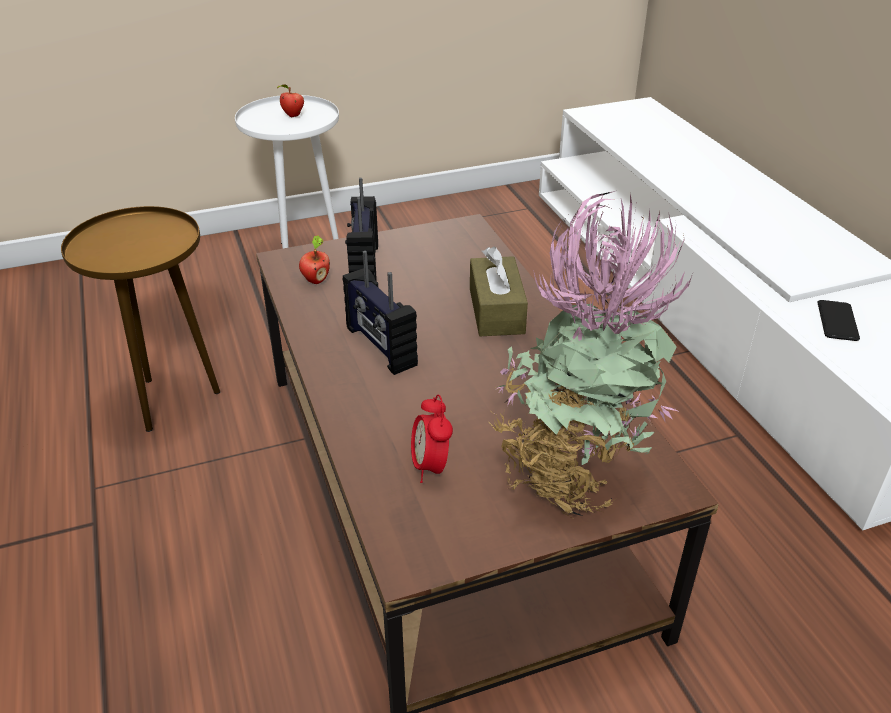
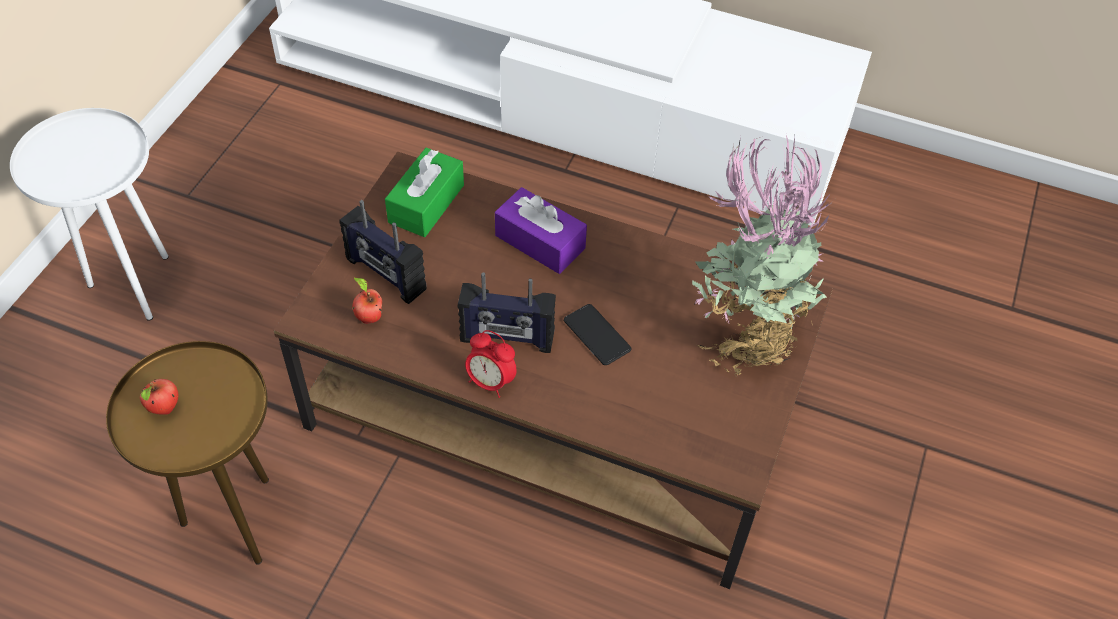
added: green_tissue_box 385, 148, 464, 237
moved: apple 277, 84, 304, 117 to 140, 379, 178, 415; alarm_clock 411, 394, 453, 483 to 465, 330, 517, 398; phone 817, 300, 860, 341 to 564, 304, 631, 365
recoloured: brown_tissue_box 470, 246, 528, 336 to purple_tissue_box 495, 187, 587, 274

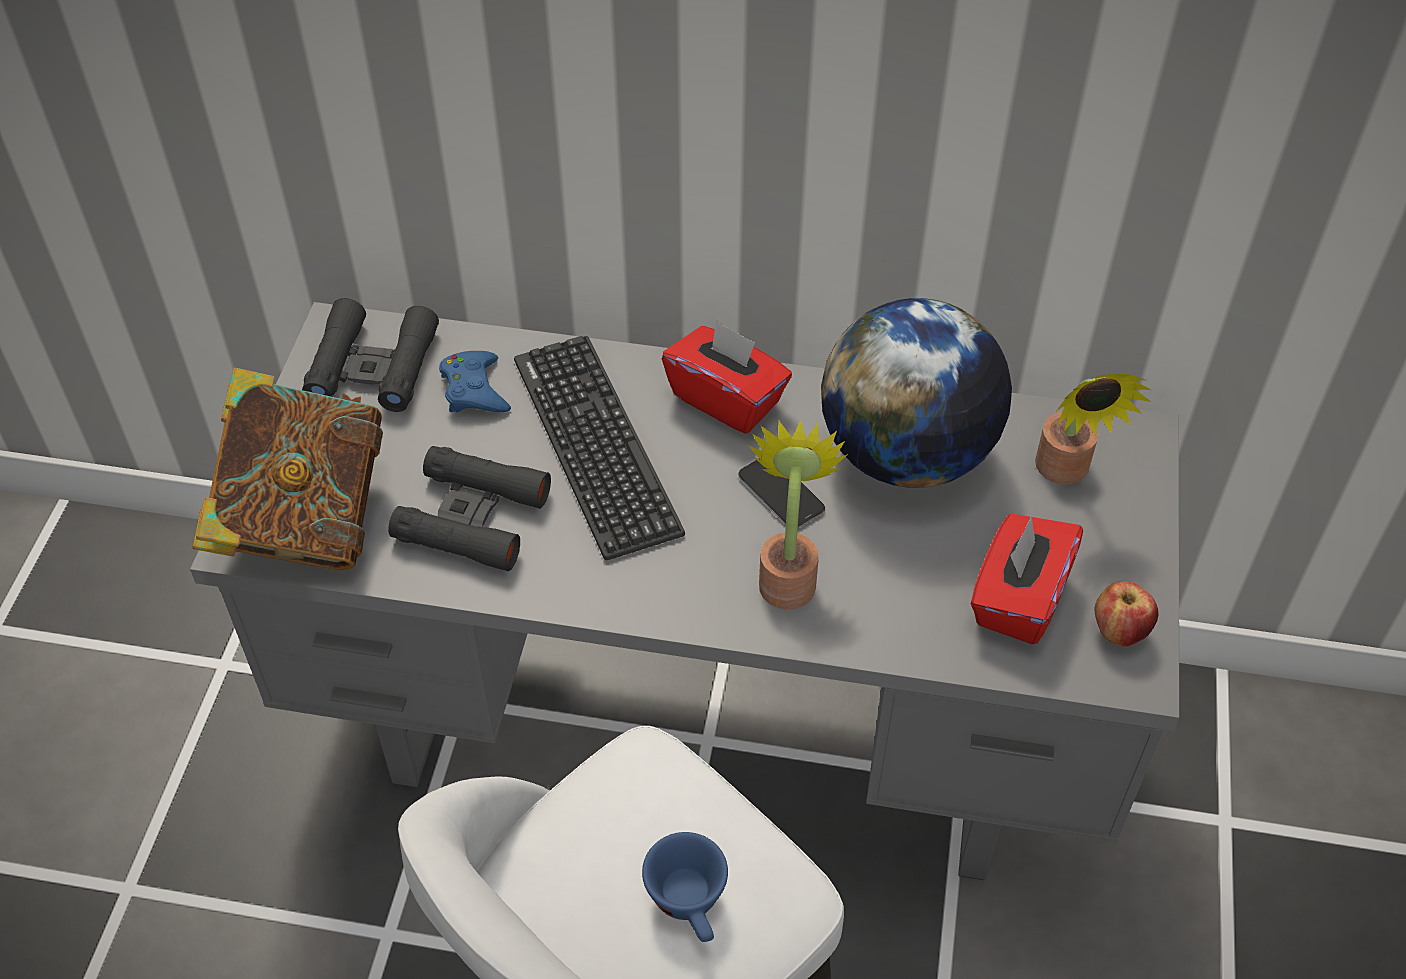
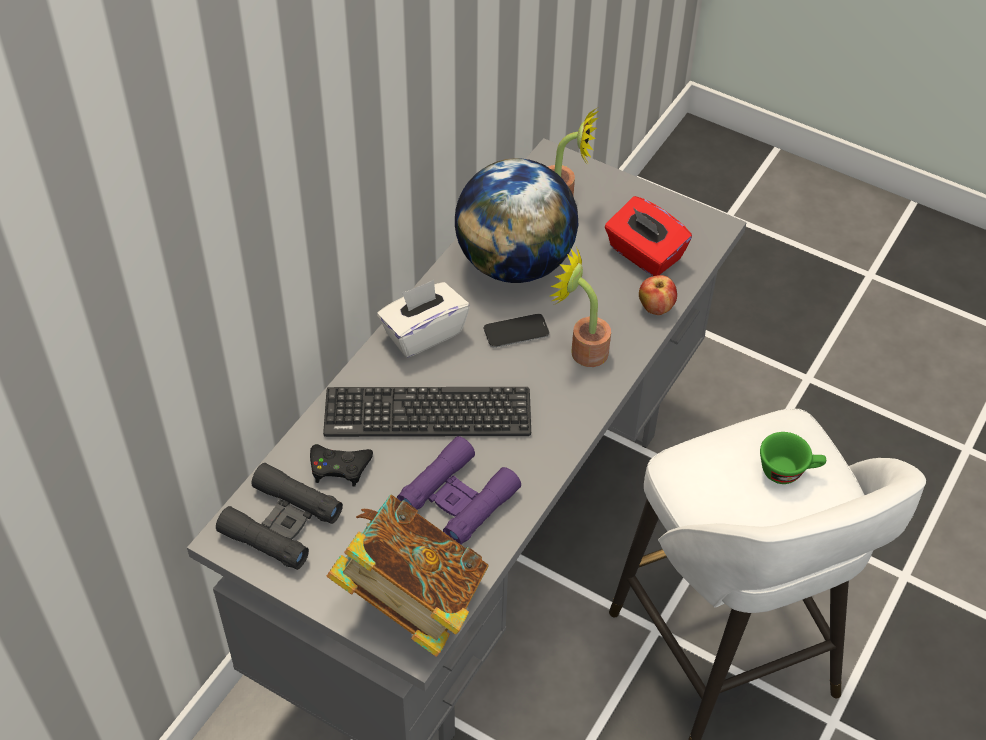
moved: apple 1095, 581, 1158, 647 to 639, 275, 677, 315
recoloured: blue_game_controller 439, 351, 511, 412 to black_game_controller 310, 444, 373, 487; red_tissue_box 662, 320, 792, 434 to white_tissue_box 377, 280, 469, 357; black_binoculars 388, 446, 551, 572 to purple_binoculars 397, 436, 521, 545; blue_cup 642, 832, 728, 942 to green_cup 760, 432, 826, 484

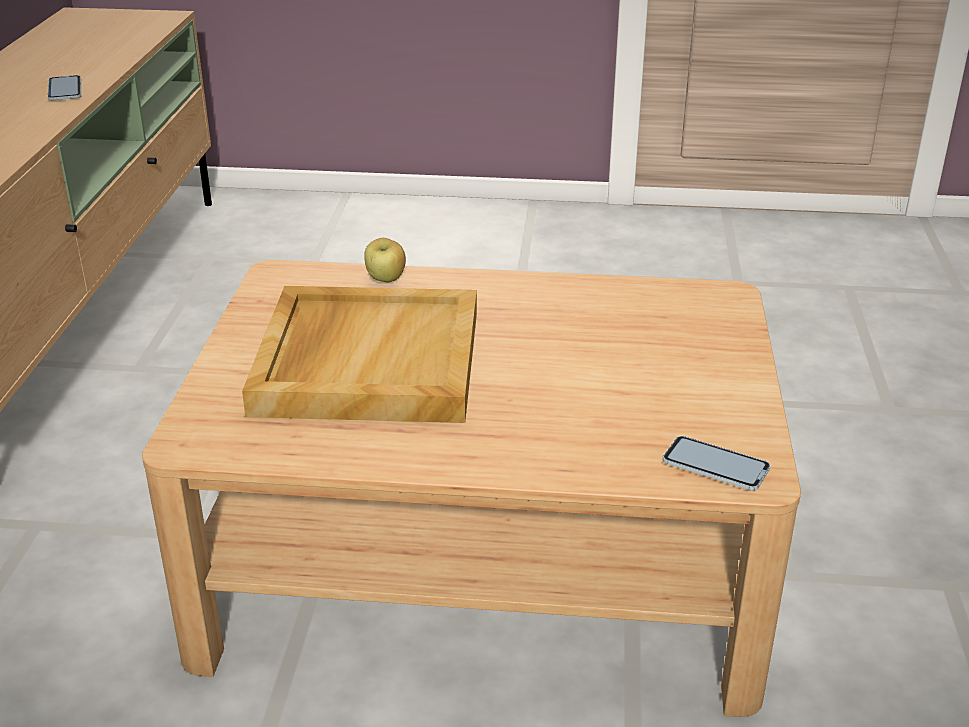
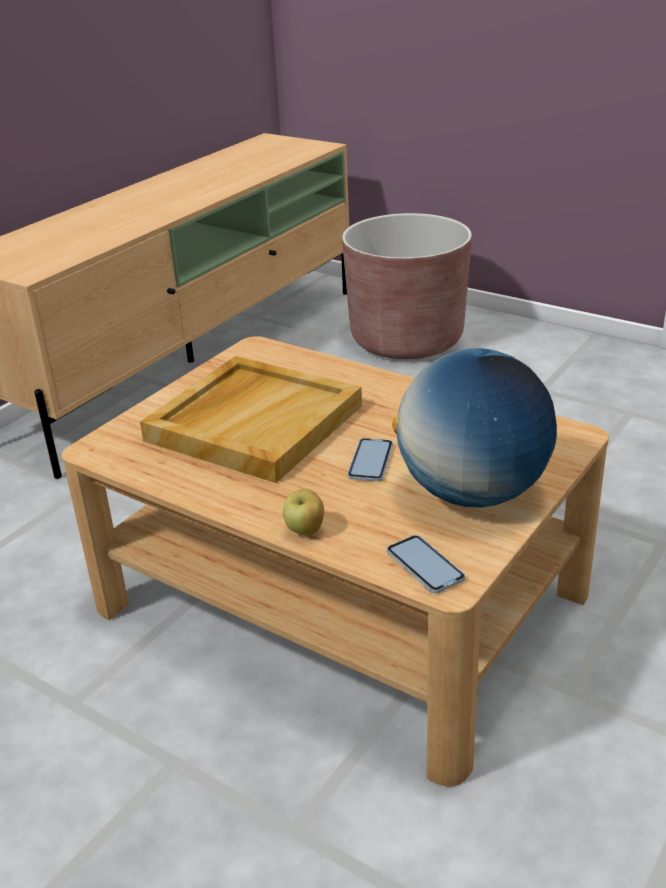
added: brown_planter 342, 213, 472, 359; globe 392, 348, 557, 508
moved: apple 364, 238, 406, 283 to 283, 489, 324, 535; phone 48, 75, 81, 100 to 348, 438, 393, 481

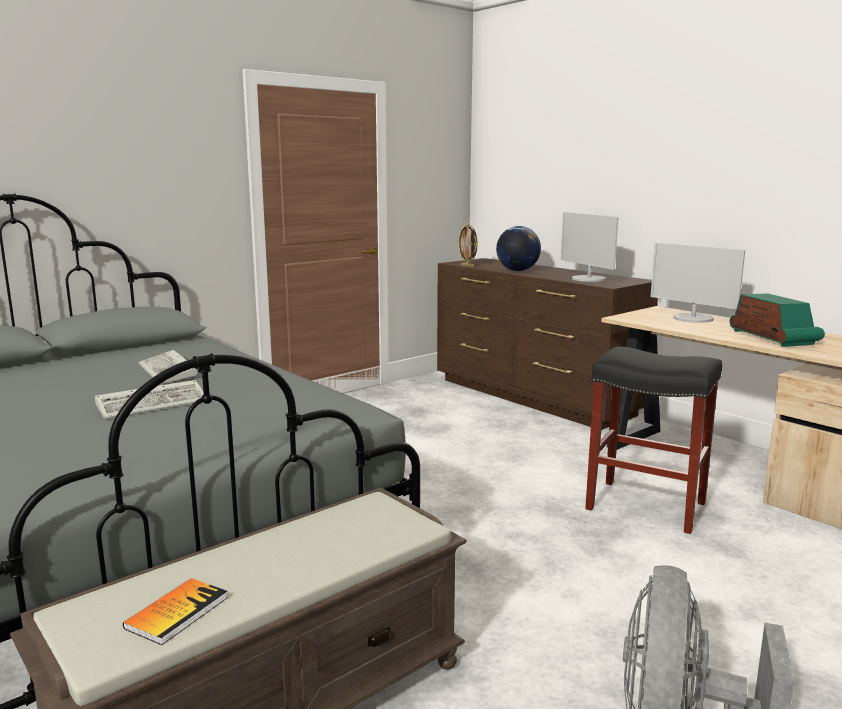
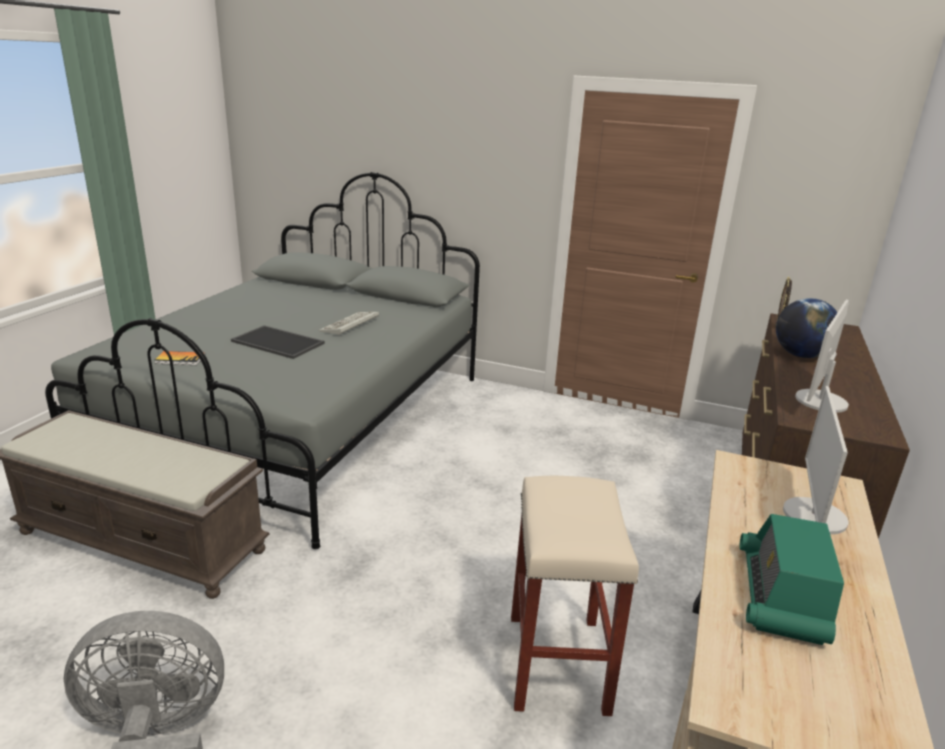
moved: book 123, 578, 228, 645 to 154, 351, 205, 365
replaced: keyboard 95, 380, 204, 419 to tray 231, 325, 325, 359
recoloured: black_stool 585, 347, 722, 534 to beige_stool 511, 476, 639, 716
turned: radio 730, 294, 825, 347 = 740, 514, 844, 645 150 degrees clockwise

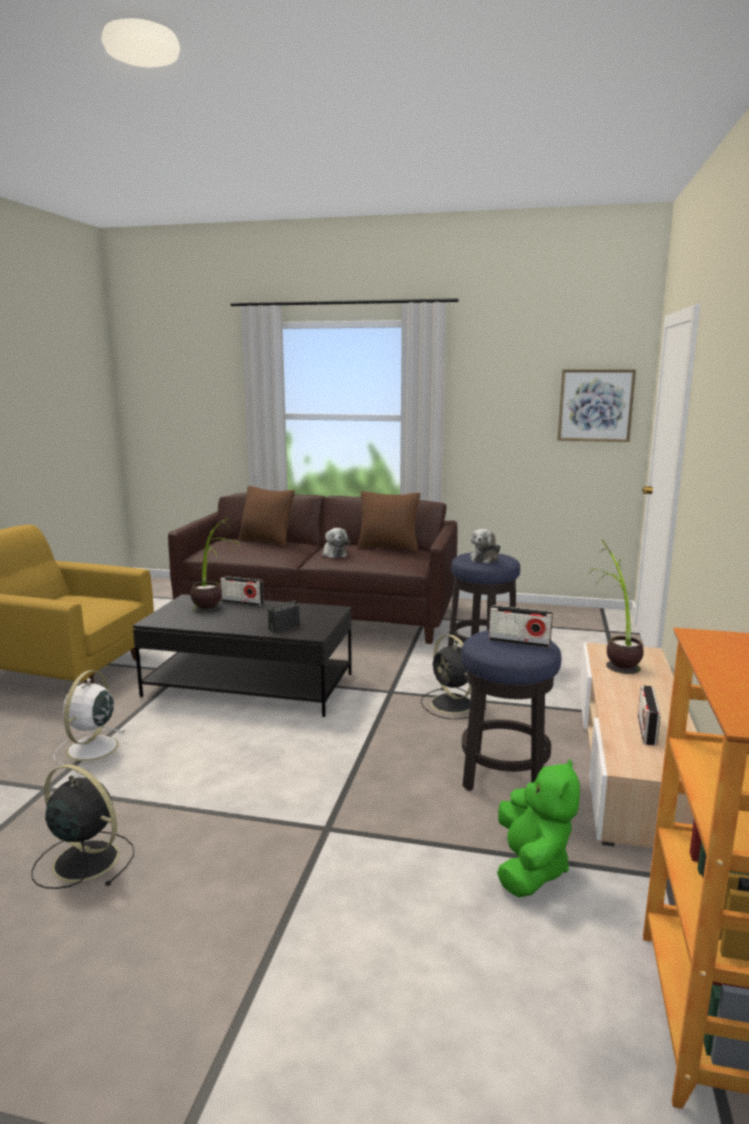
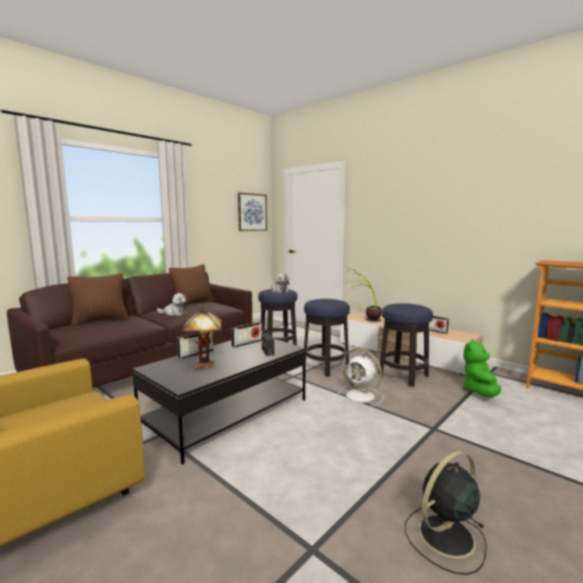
moved: radio 489, 605, 553, 648 to 231, 322, 262, 347; white_fan 53, 670, 127, 768 to 338, 348, 384, 407
replaced: potted_plant 190, 517, 242, 613 to table_lamp 182, 307, 222, 369; black_fan 421, 635, 486, 719 to stool 304, 299, 350, 377
turned: green_plush_toy 497, 758, 580, 897 = 463, 339, 501, 398 105 degrees counterclockwise

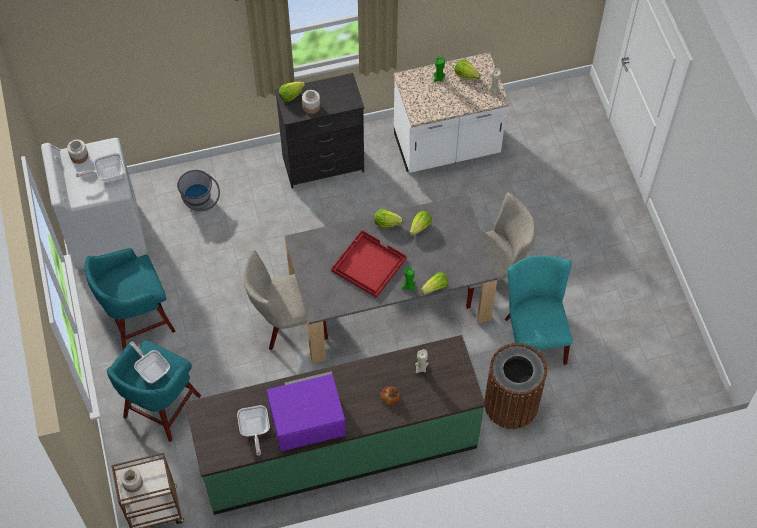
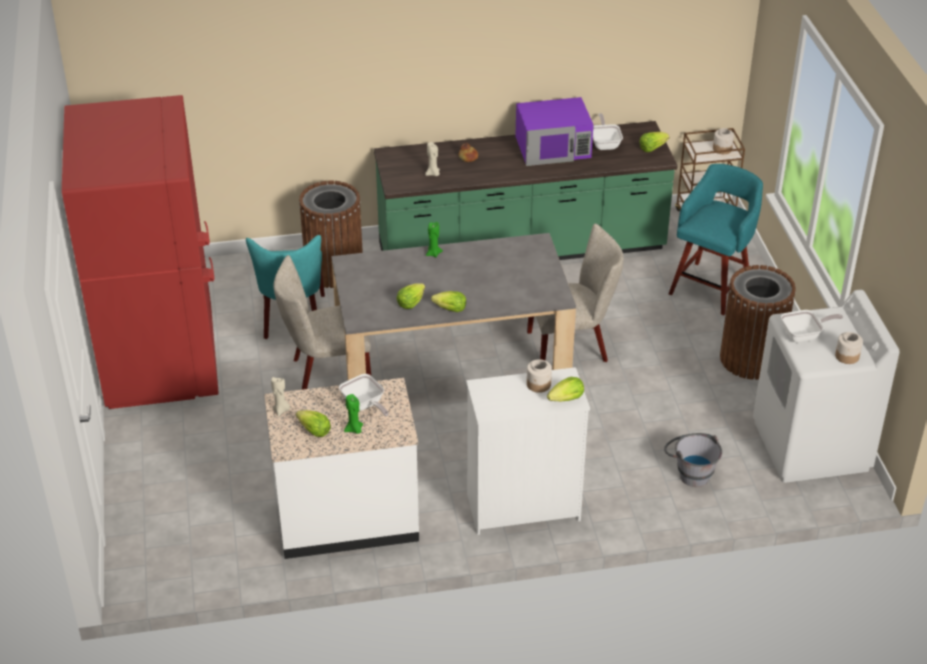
removed: red_tray 331, 230, 407, 298
added: red_fridge 62, 95, 219, 409
moved: frying_pan 130, 342, 170, 383 to 339, 374, 389, 417; lettuce 421, 272, 449, 294 to 640, 132, 669, 152
replaced: turquoise_stool 85, 248, 176, 350 to brown_trash_can 720, 265, 796, 380
recoloured: black_dresser 275, 73, 364, 188 to white_dresser 466, 367, 590, 535

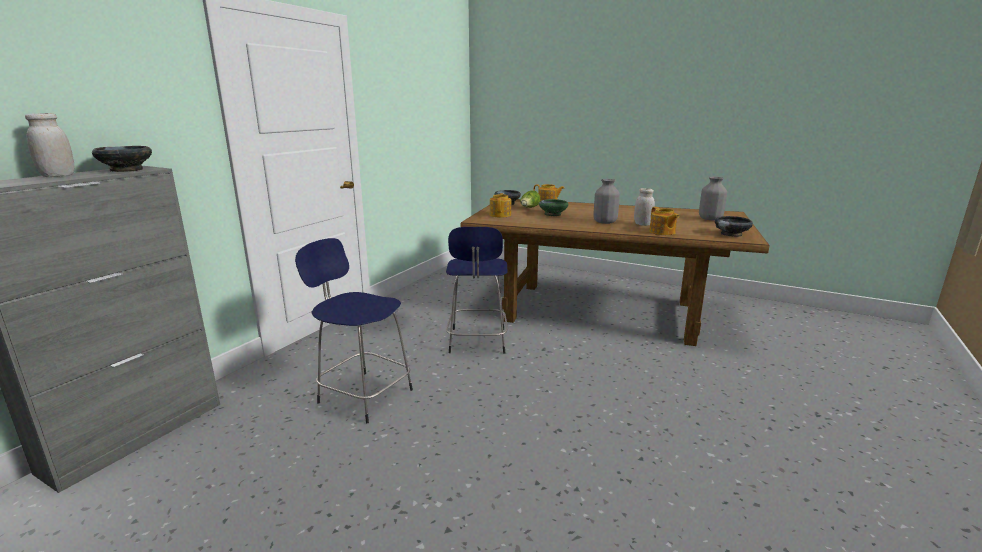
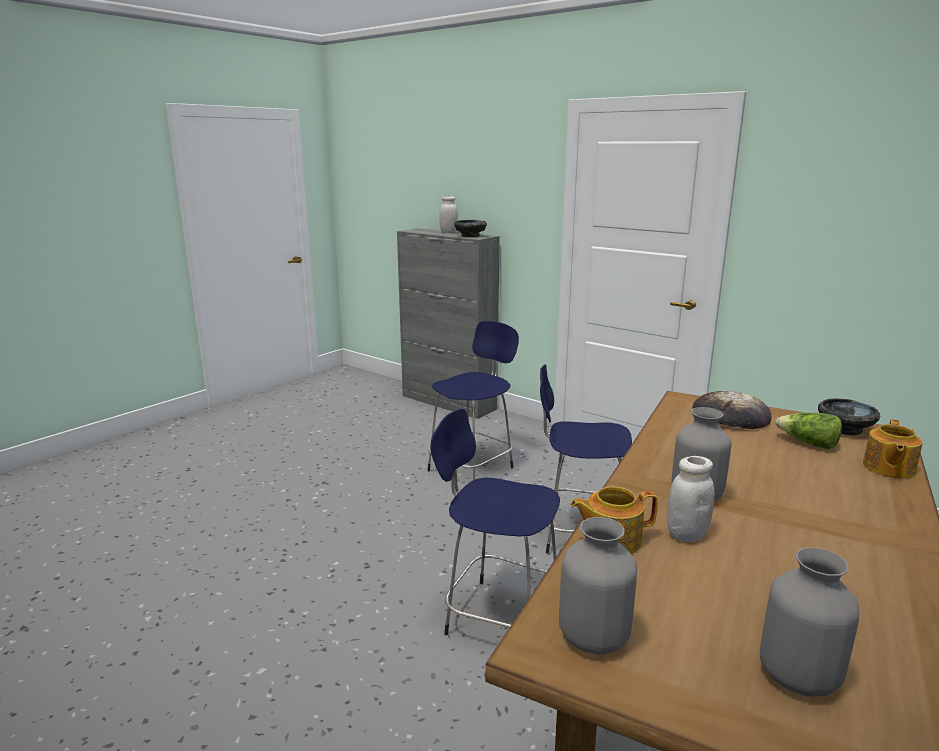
removed: green_bowl 539, 199, 569, 216
added: blue_stool 430, 409, 560, 635
replaced: black_bowl 715, 216, 753, 237 to grey_vase 559, 517, 637, 655; teapot 490, 193, 511, 217 to bread 693, 391, 772, 429

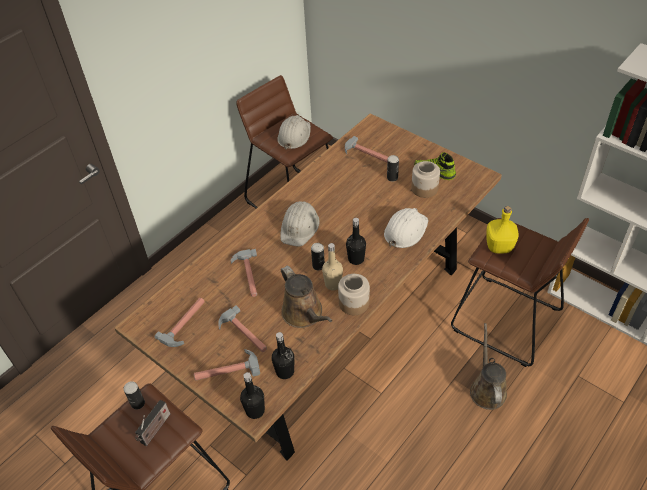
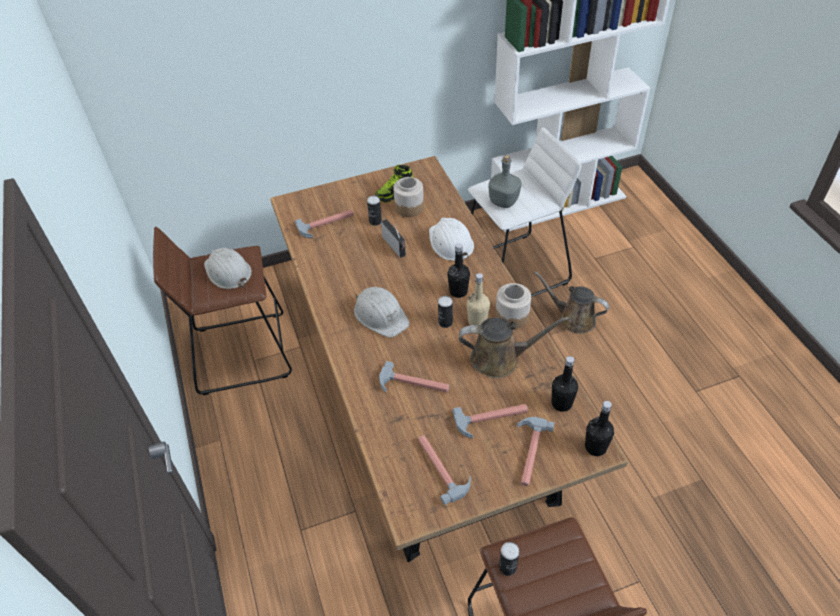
moved: radio 135, 400, 170, 446 to 381, 219, 406, 258
recoloured: brown_stool 451, 218, 589, 367 to white_stool 468, 127, 582, 297; yellow_bottle 486, 206, 519, 254 to grey_bottle 488, 155, 522, 208

